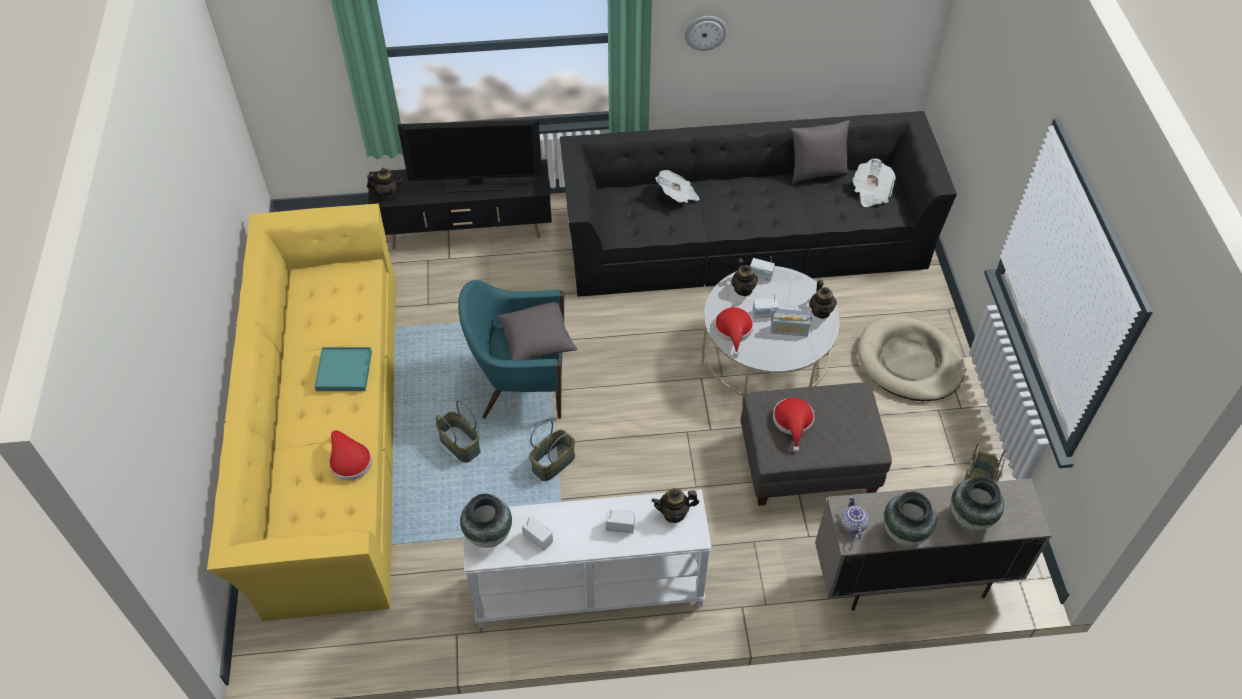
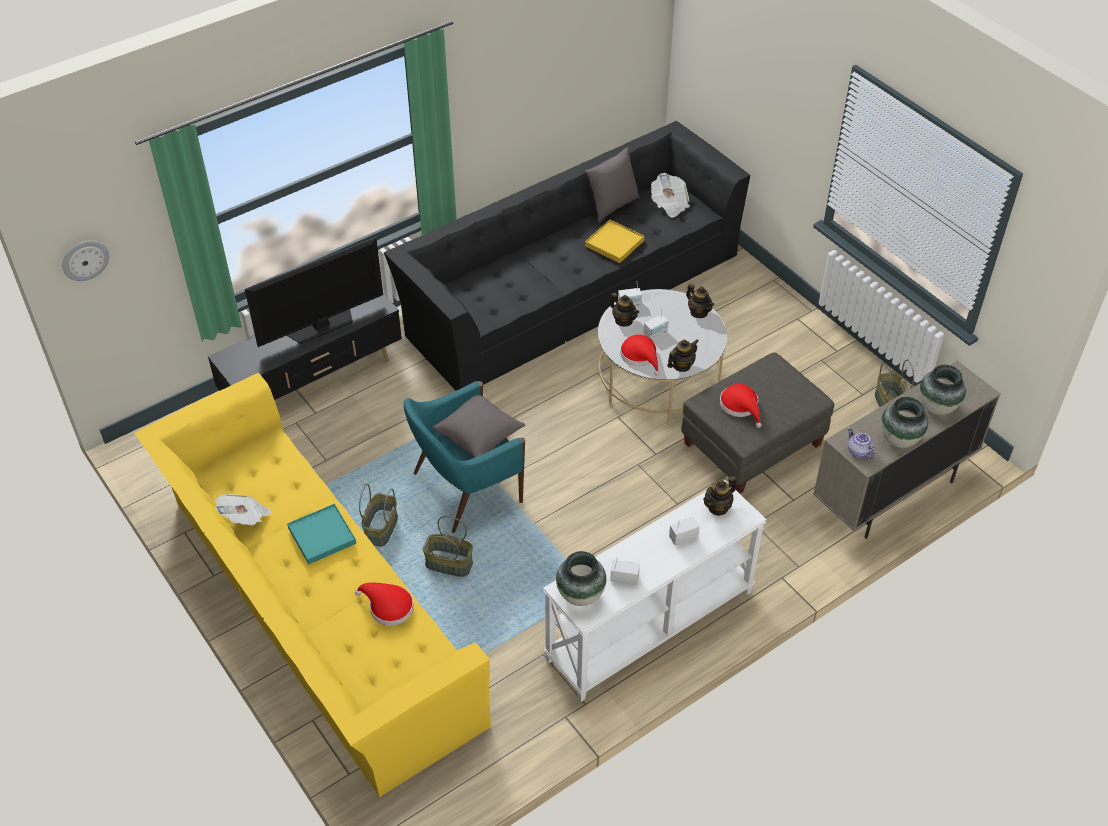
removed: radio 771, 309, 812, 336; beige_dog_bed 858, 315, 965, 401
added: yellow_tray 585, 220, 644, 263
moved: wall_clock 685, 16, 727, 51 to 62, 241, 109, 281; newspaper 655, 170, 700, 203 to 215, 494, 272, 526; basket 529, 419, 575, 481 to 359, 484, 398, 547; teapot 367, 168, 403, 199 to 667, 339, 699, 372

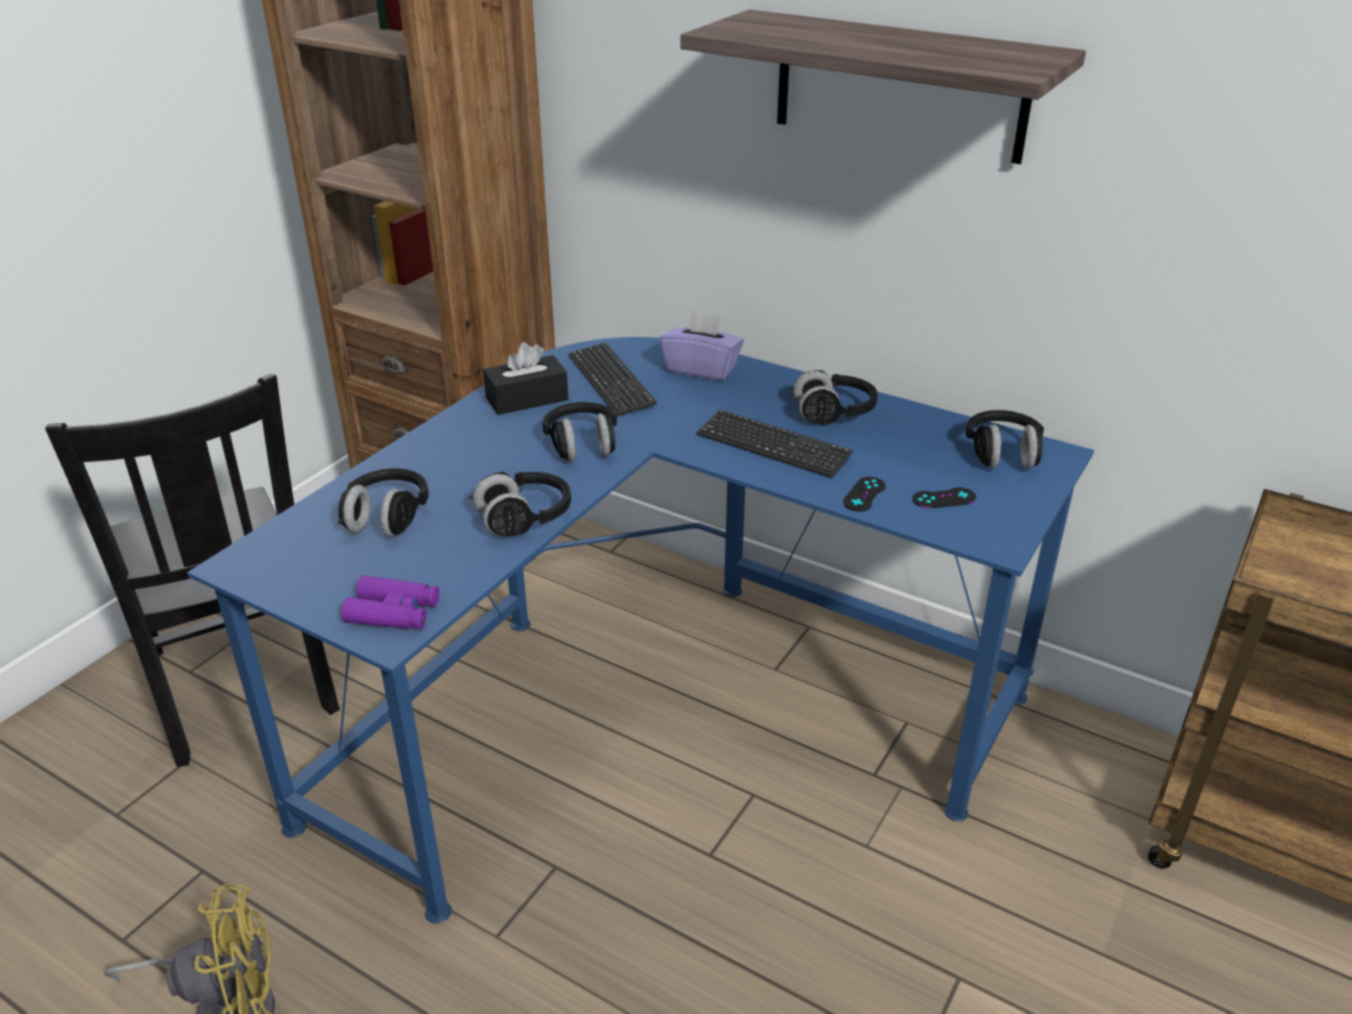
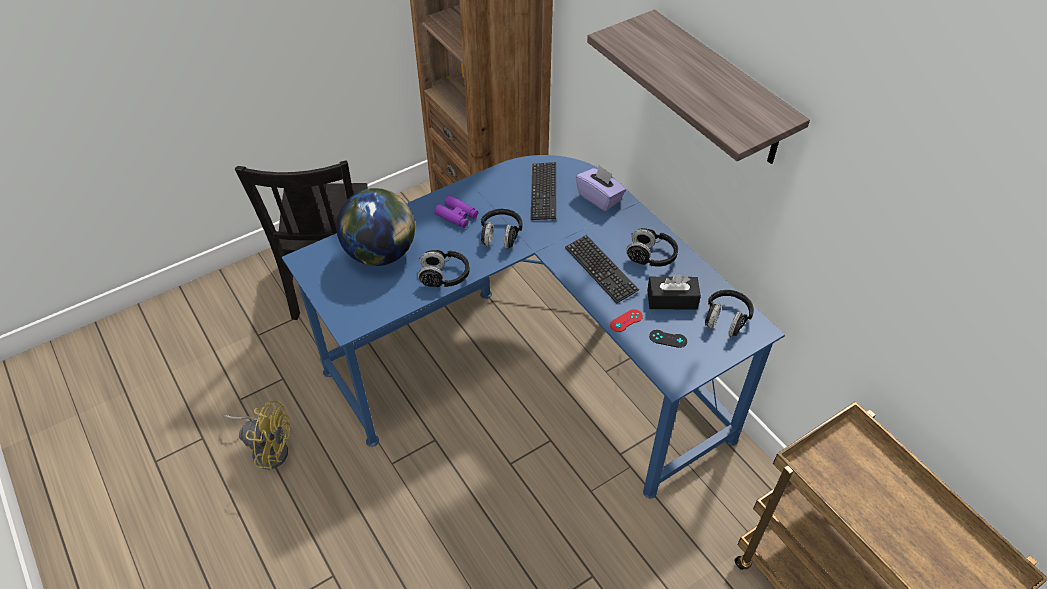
moved: purple_binoculars 341, 575, 439, 630 to 434, 195, 478, 228; black_tissue_box 483, 342, 568, 415 to 647, 274, 701, 310
replaced: black_headphones 338, 468, 429, 537 to globe 336, 188, 415, 266
recoloured: black_game_controller 843, 477, 885, 512 to red_game_controller 610, 309, 643, 332

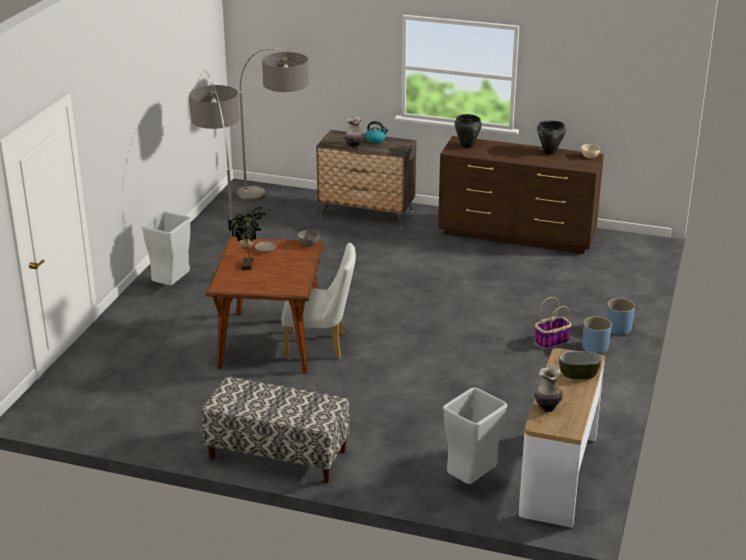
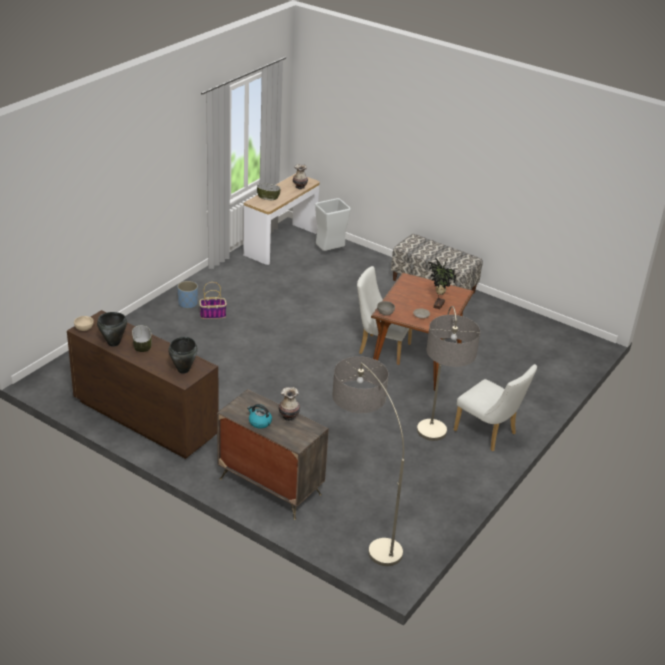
removed: blue_planter 606, 298, 635, 335
added: bowl 132, 325, 152, 352
replaced: grey_trash_can 141, 211, 191, 285 to white_chair 454, 364, 537, 451

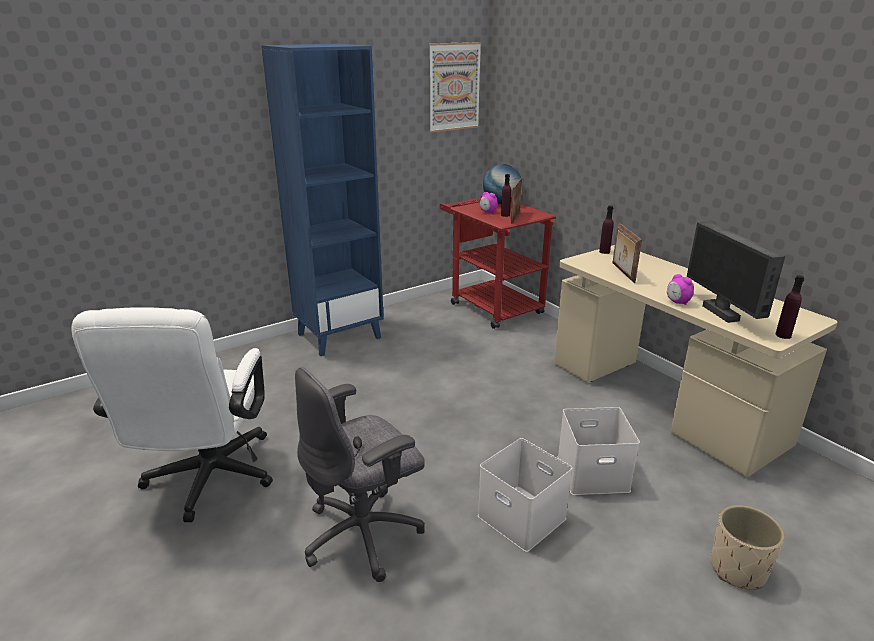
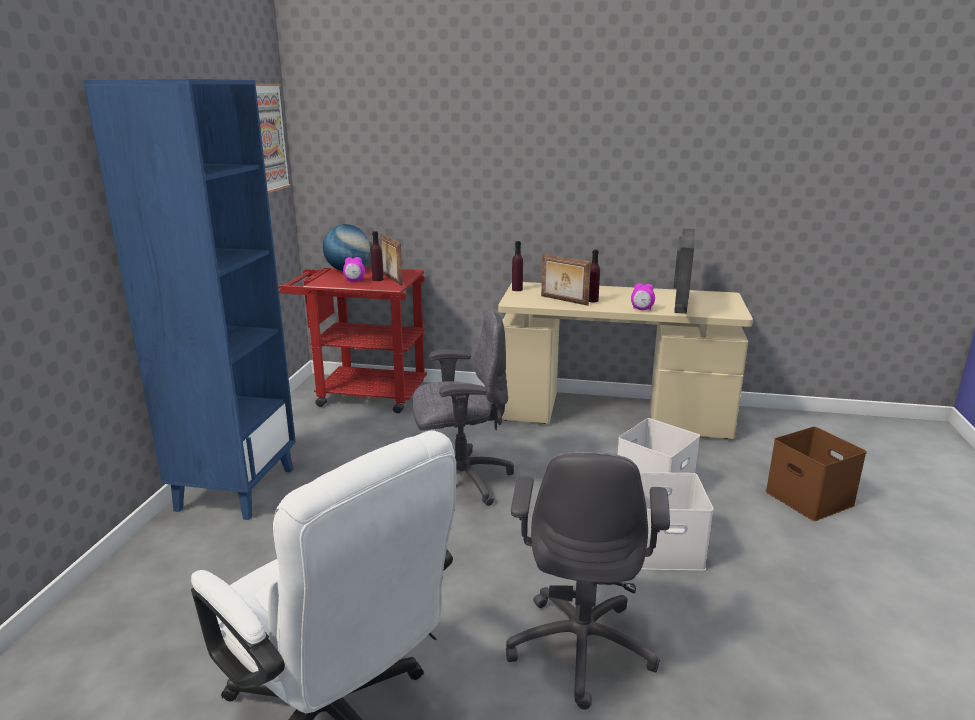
added: grey_office_chair 413, 311, 514, 506
moved: purple_bottle 776, 275, 804, 339 to 589, 250, 600, 302
replaced: beige_planter 711, 505, 785, 590 to brown_storage_box 765, 427, 867, 521
turned: monitor 687, 221, 785, 323 = 673, 229, 695, 314 105 degrees counterclockwise

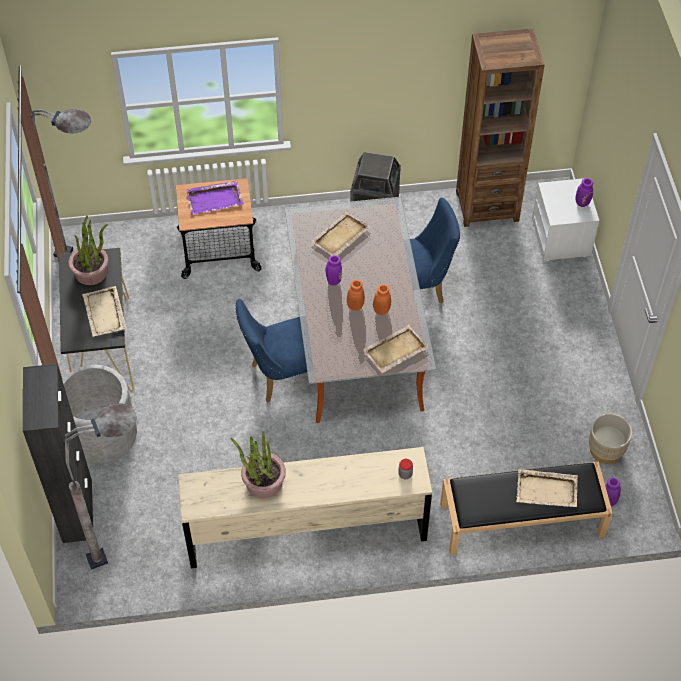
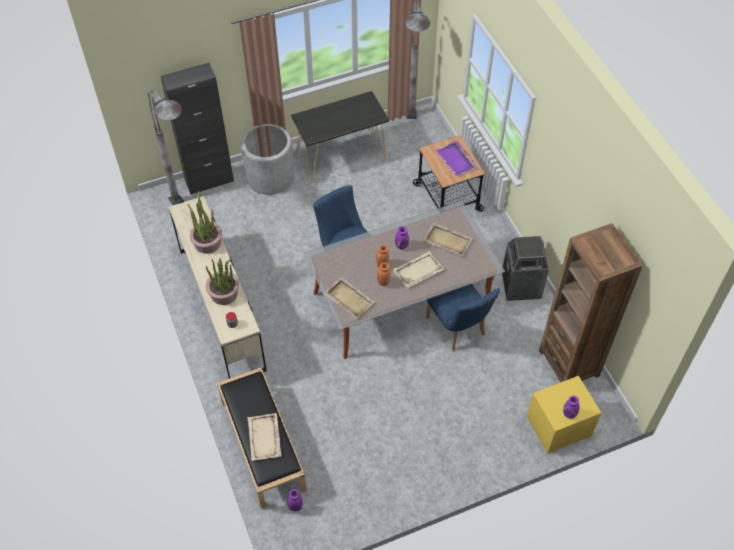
removed: beige_planter 589, 413, 632, 464
moved: potted_plant 68, 216, 108, 285 to 206, 258, 239, 305; beige_tray 82, 286, 127, 337 to 393, 251, 444, 288
recoloured: white_nightstand 532, 178, 599, 261 to yellow_nightstand 527, 376, 601, 454

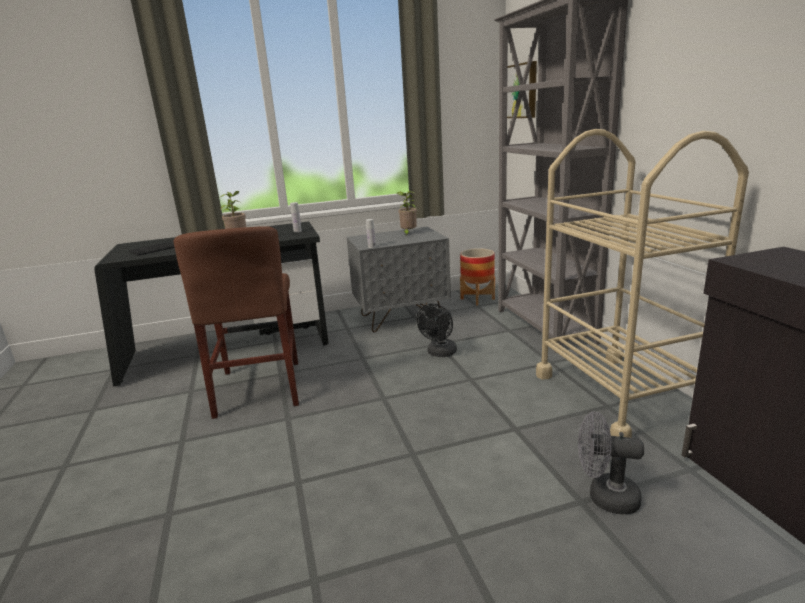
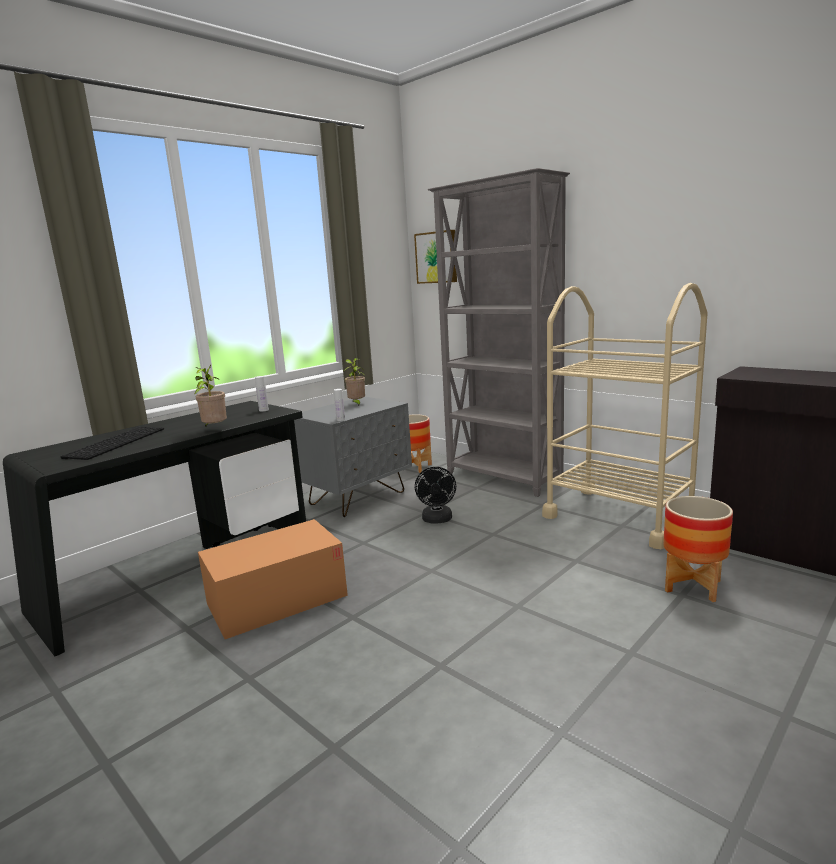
replaced: brown_chair 173, 226, 299, 419 to cardboard_box 198, 519, 348, 639; grey_fan 578, 411, 644, 514 to planter 663, 496, 733, 602

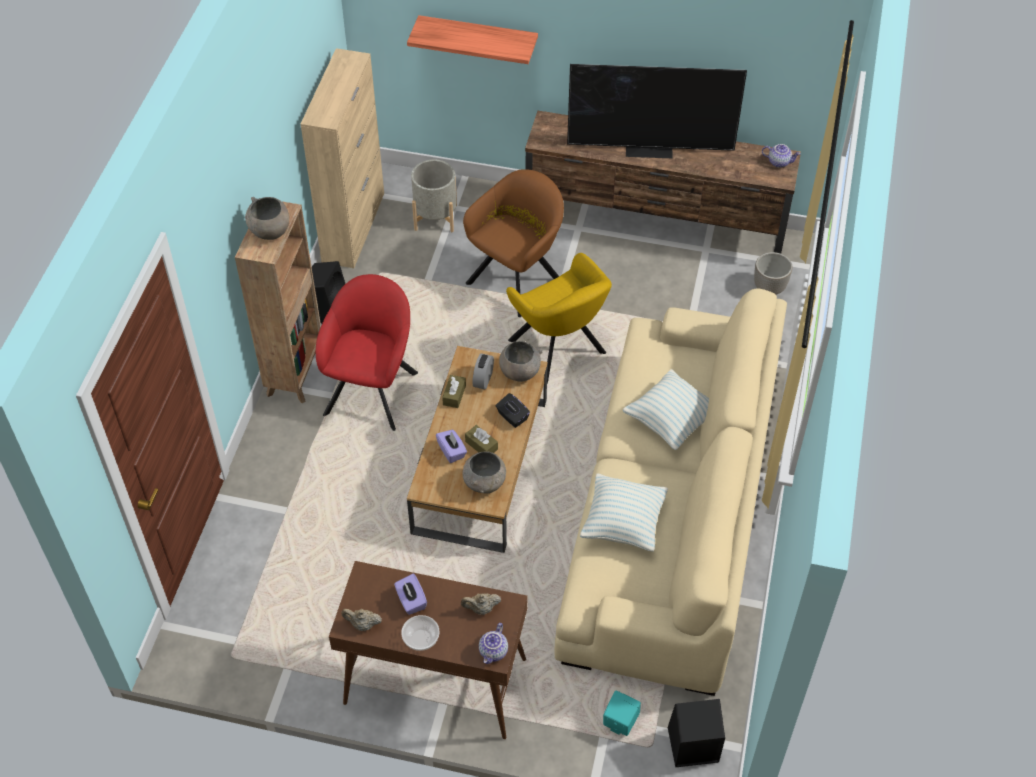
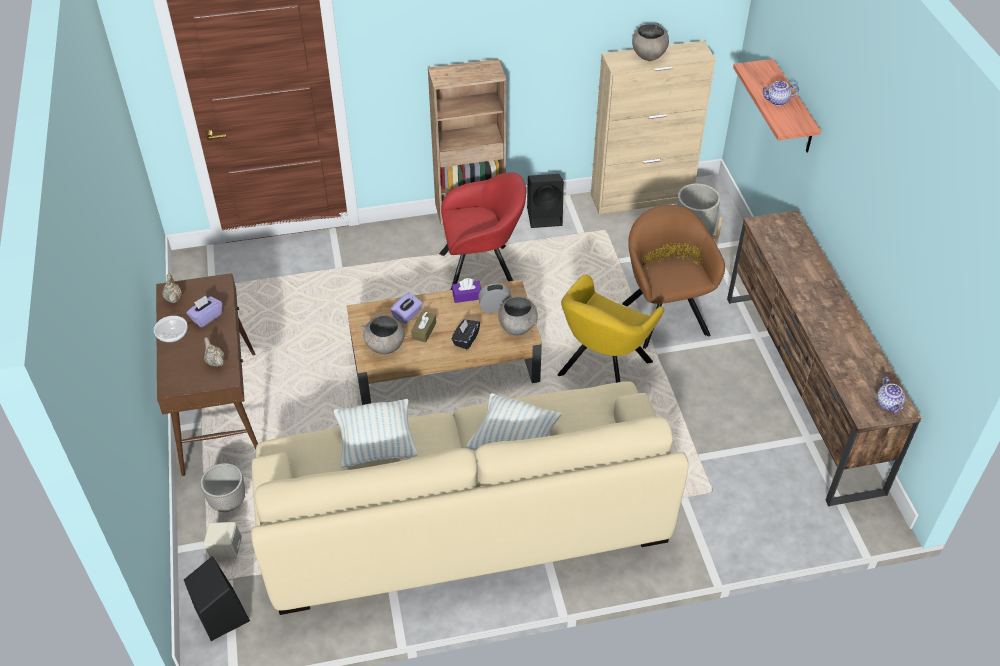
removed: television 567, 64, 747, 159
moved: planter 754, 252, 792, 295 to 200, 463, 245, 512; grey_bowl 245, 197, 289, 240 to 632, 22, 669, 61; teapot 479, 623, 508, 664 to 761, 81, 799, 106
recoloured: turquoise_speaker 603, 691, 641, 736 to beige_speaker 203, 522, 242, 559; brown_tissue_box 442, 375, 466, 408 to purple_tissue_box 452, 278, 482, 303
turned: brown_armchair 463, 169, 564, 317 = 622, 205, 725, 349 120 degrees counterclockwise

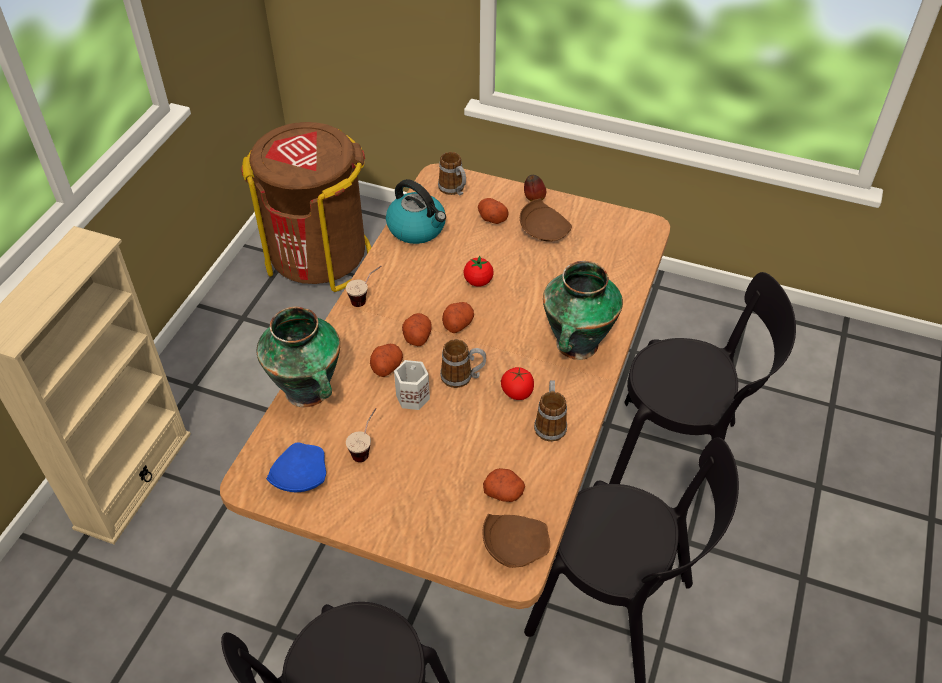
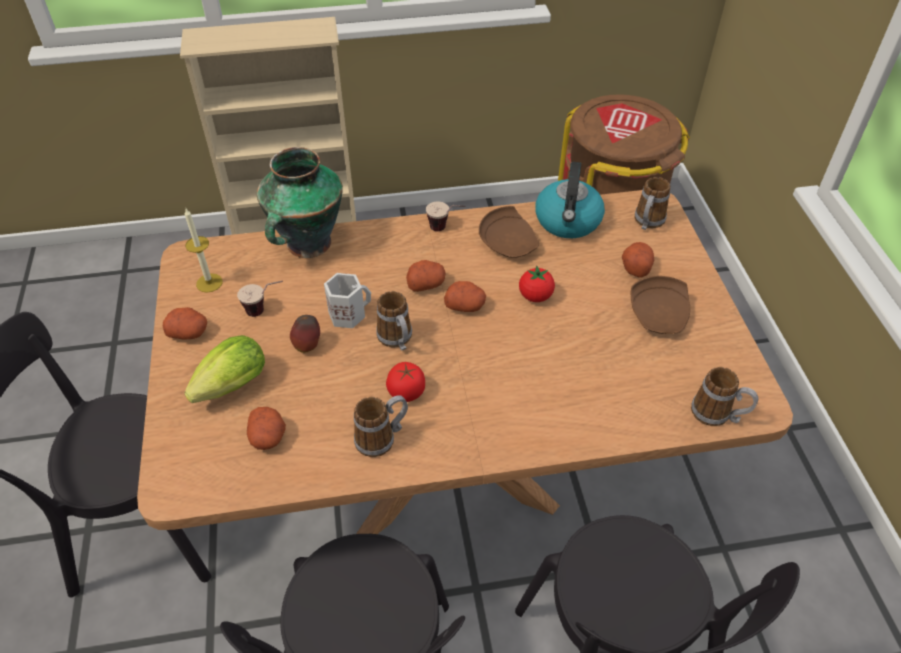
removed: vase 543, 261, 623, 360
added: lettuce 184, 335, 265, 403; mug 691, 367, 758, 426
moved: potato 370, 344, 403, 377 to 163, 307, 207, 339; apple 524, 175, 546, 201 to 290, 315, 320, 353; brown_plate 482, 514, 550, 568 to 479, 206, 539, 258
replaced: blue_plate 266, 442, 326, 492 to candle 184, 209, 223, 293

